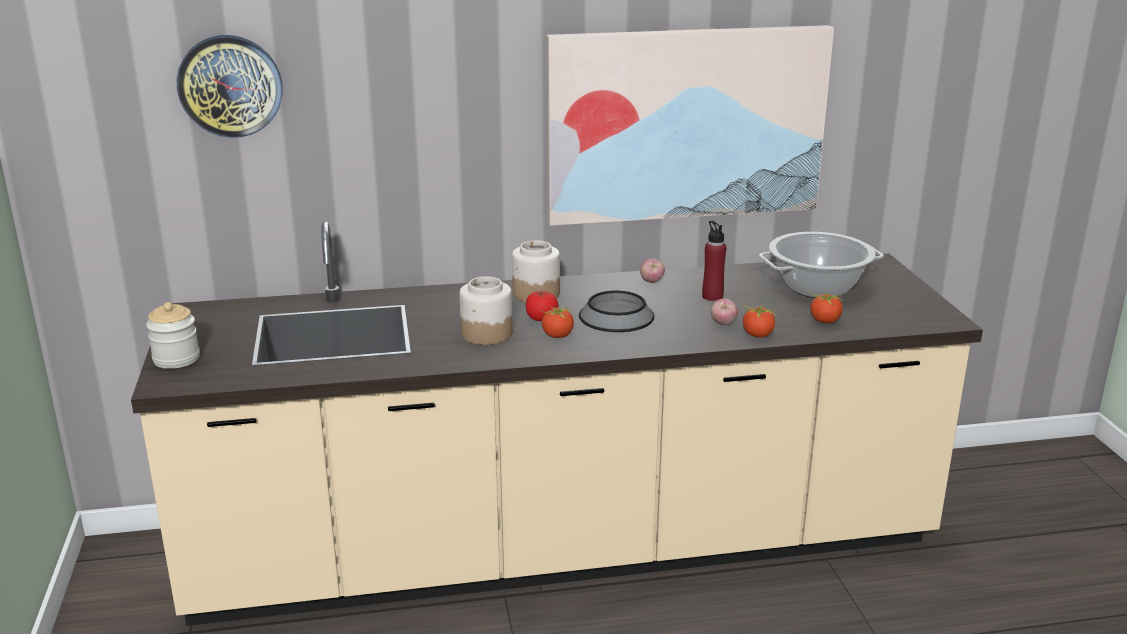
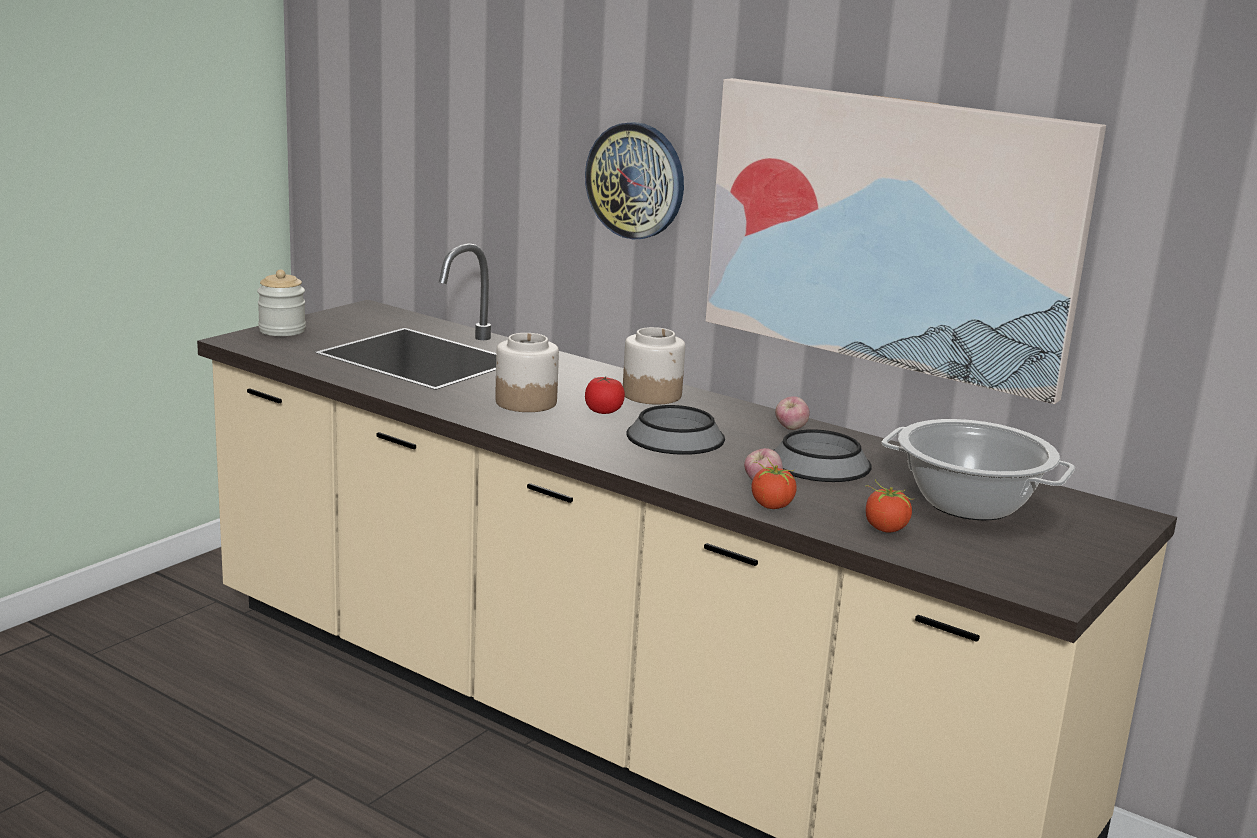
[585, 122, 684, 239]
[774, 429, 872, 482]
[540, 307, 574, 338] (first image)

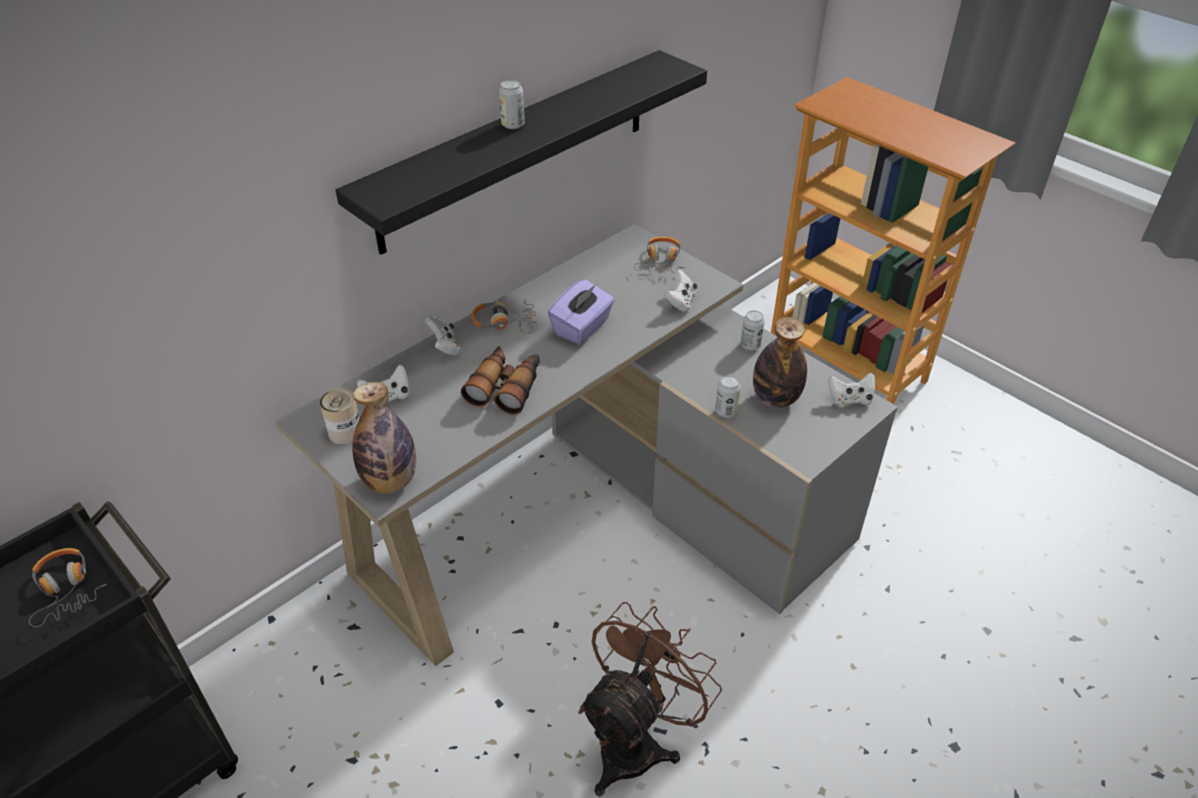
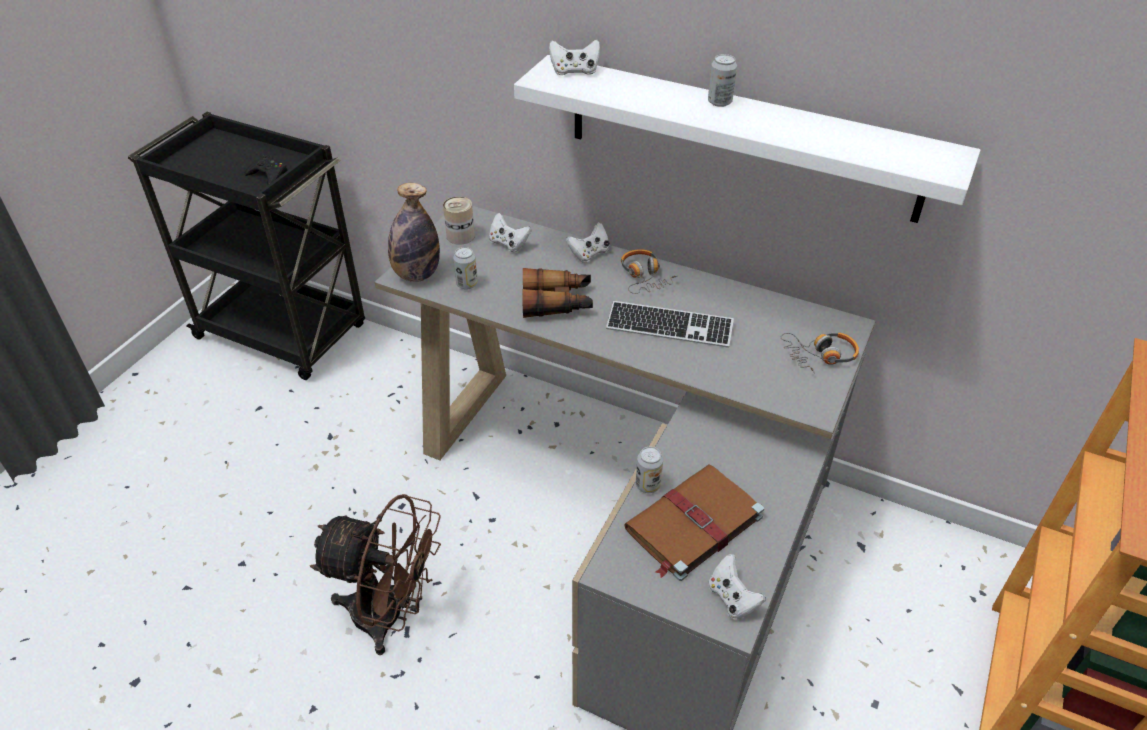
[514, 55, 981, 223]
[549, 40, 600, 75]
[606, 301, 734, 348]
[453, 247, 478, 289]
[624, 464, 764, 581]
[244, 155, 288, 185]

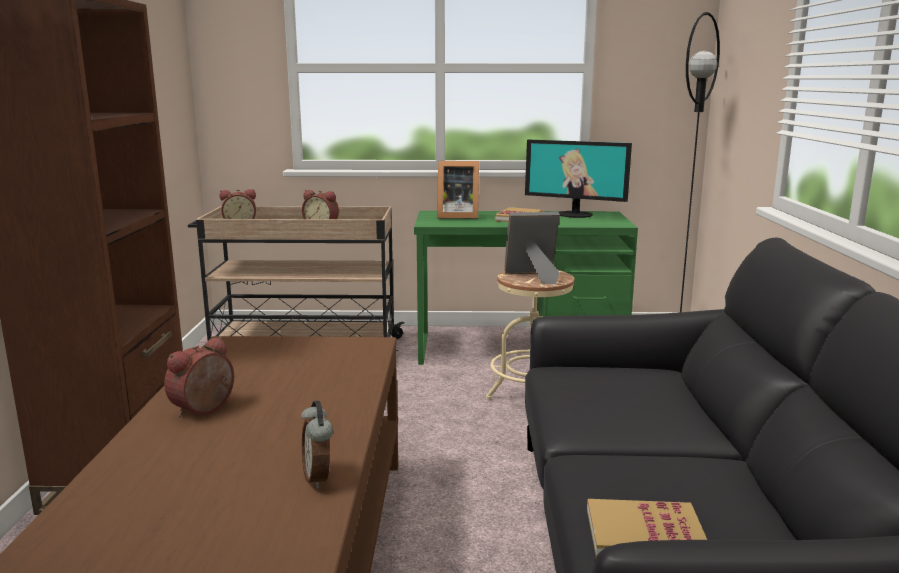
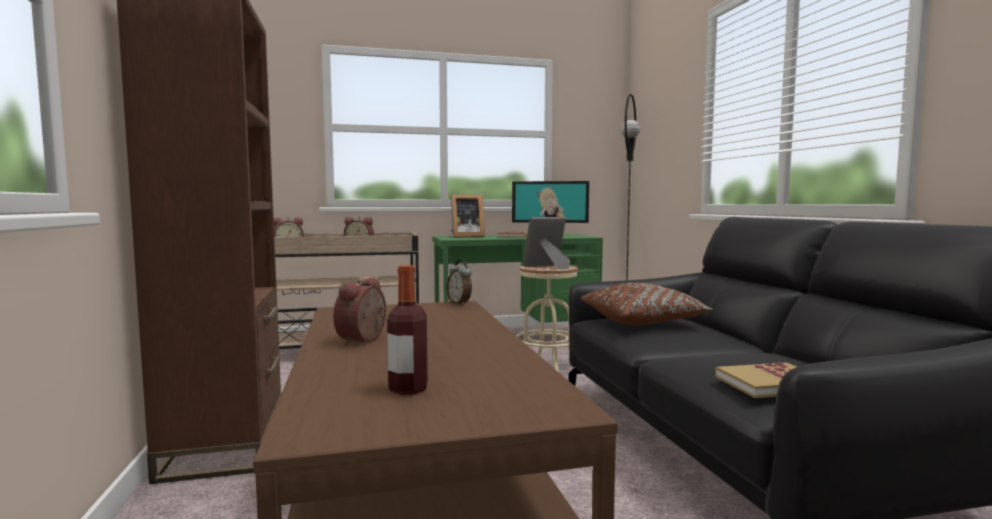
[447, 259, 472, 306]
[387, 265, 428, 395]
[581, 283, 713, 325]

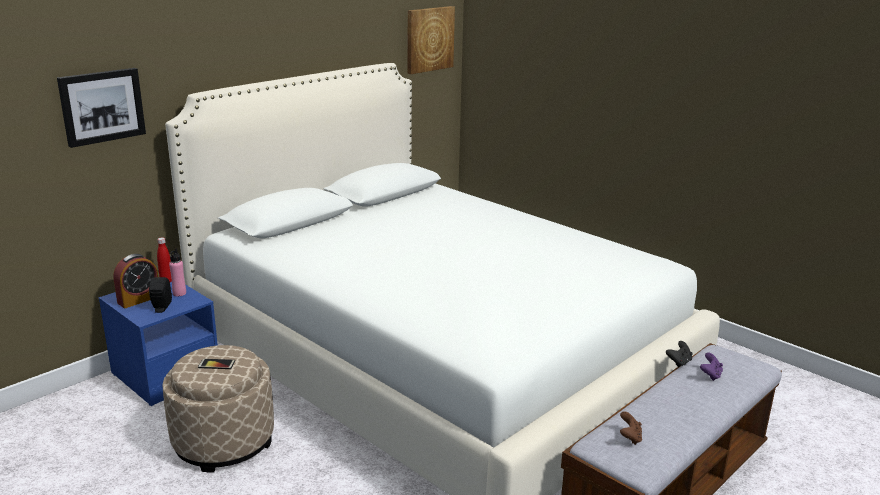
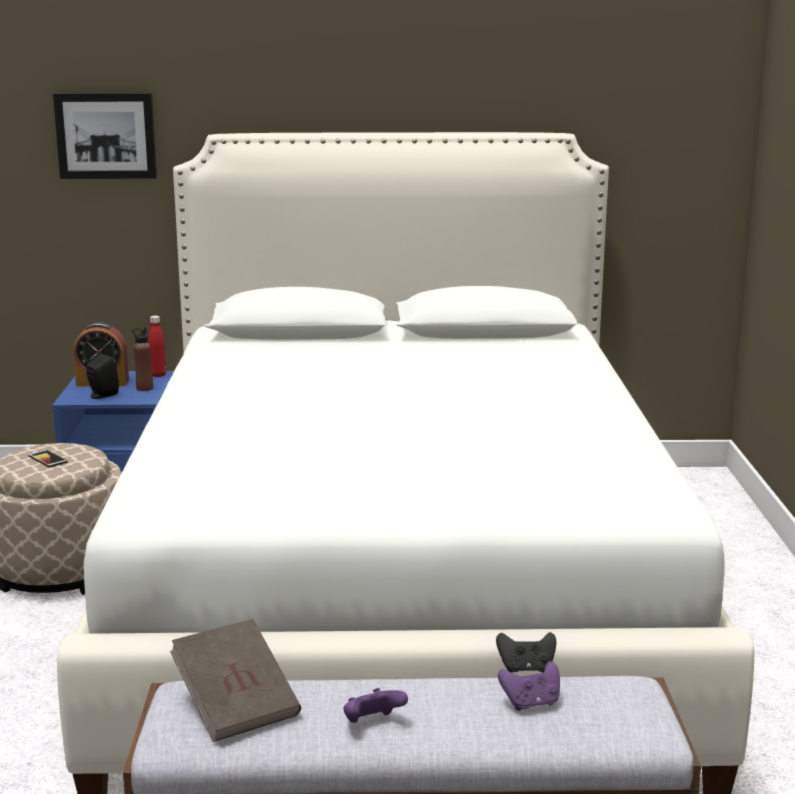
[407, 6, 455, 74] (first image)
[132, 327, 153, 391]
[170, 619, 301, 742]
[344, 688, 408, 723]

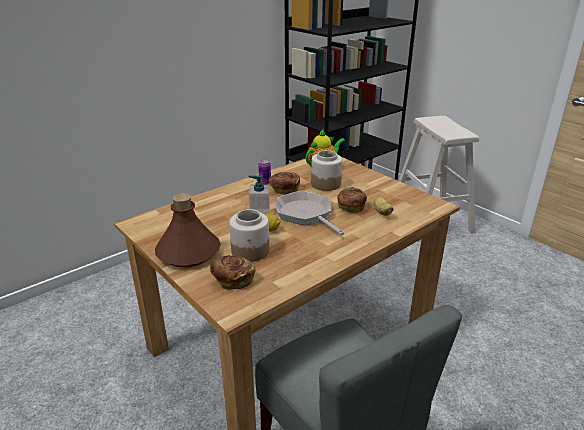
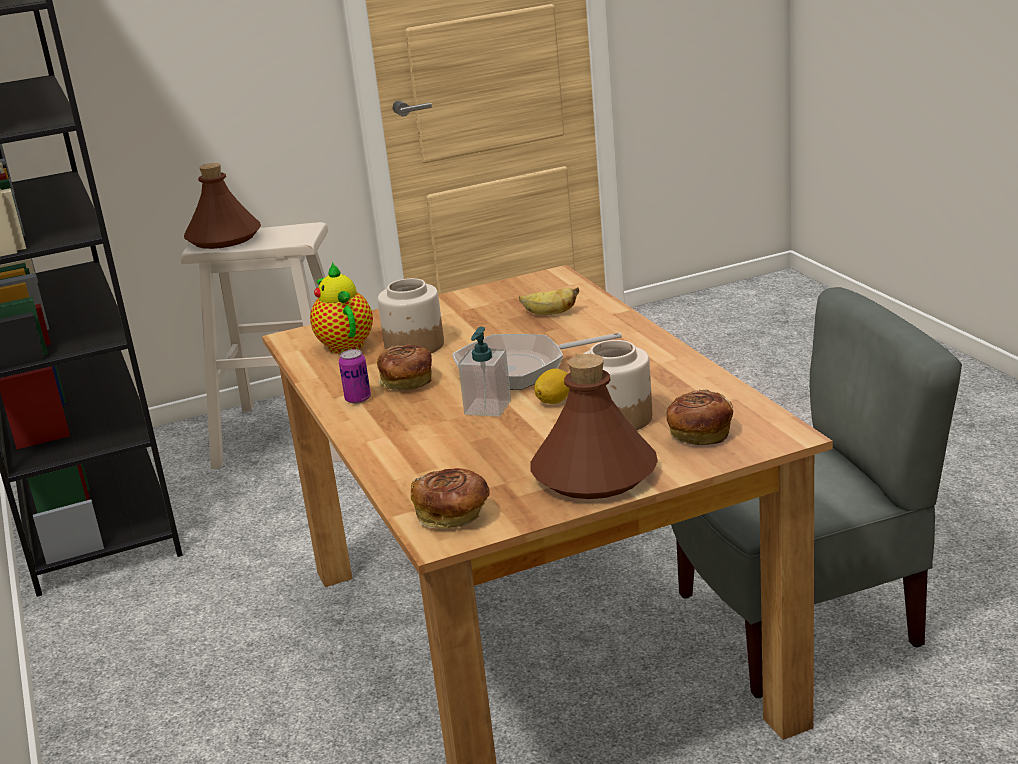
[411, 468, 490, 528]
[184, 163, 261, 249]

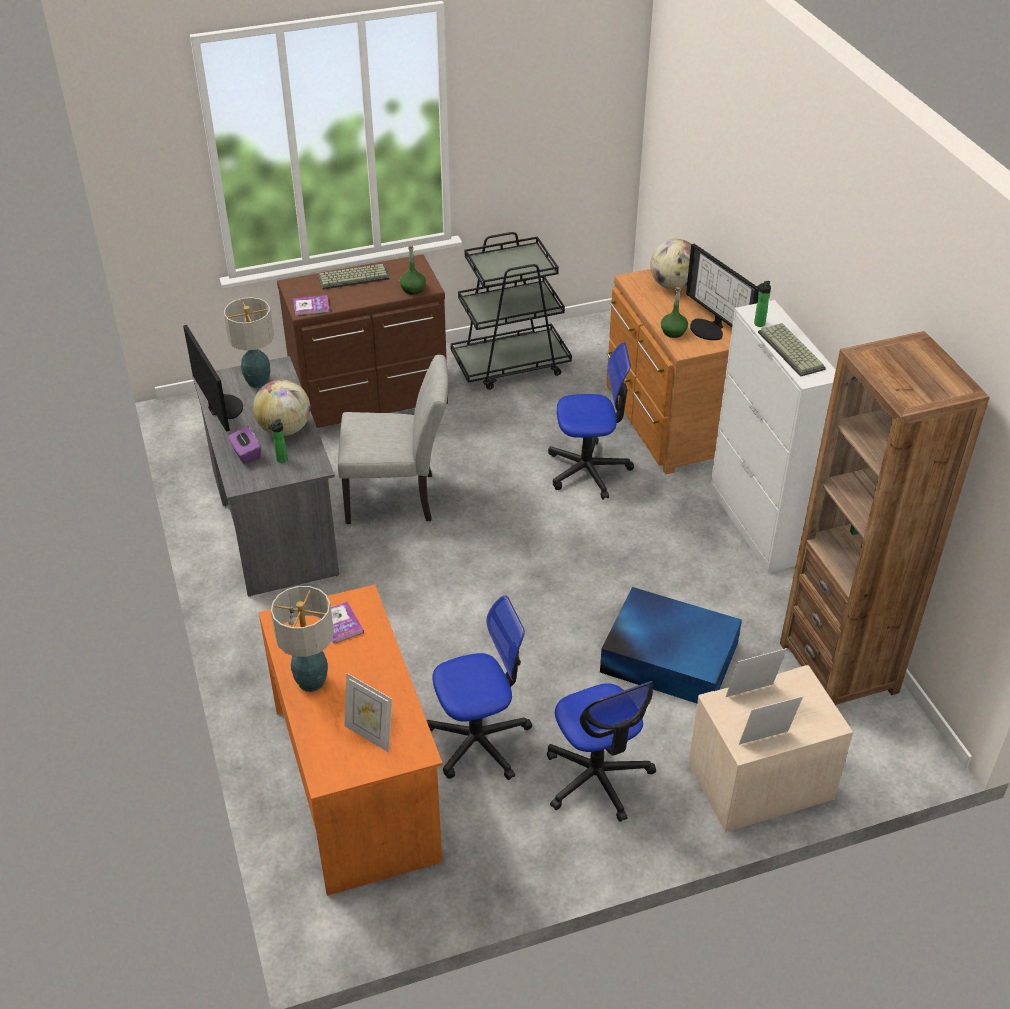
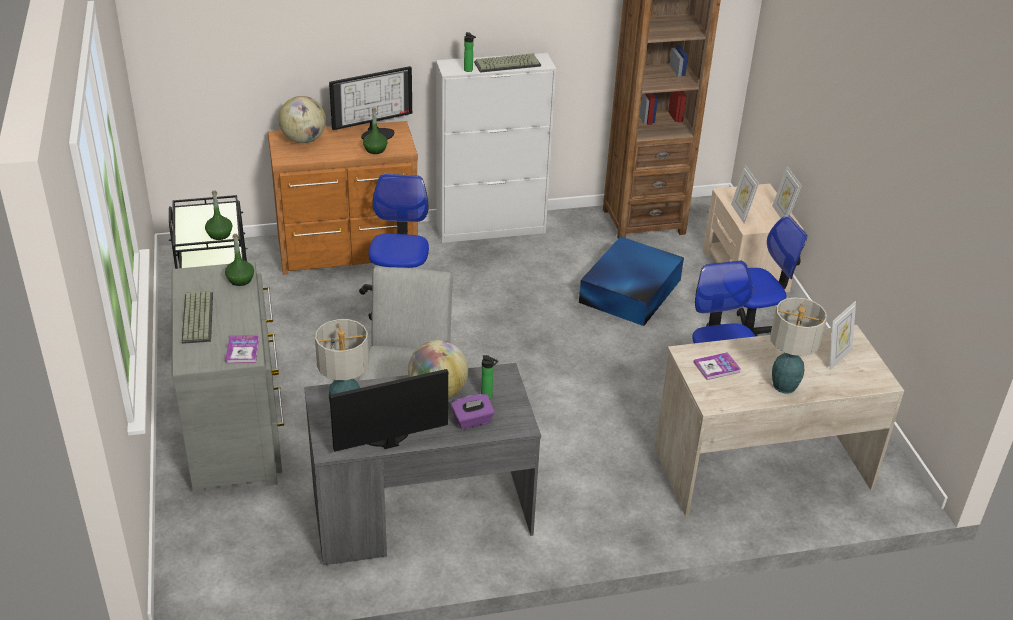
[172, 261, 284, 495]
[655, 325, 904, 517]
[205, 190, 232, 240]

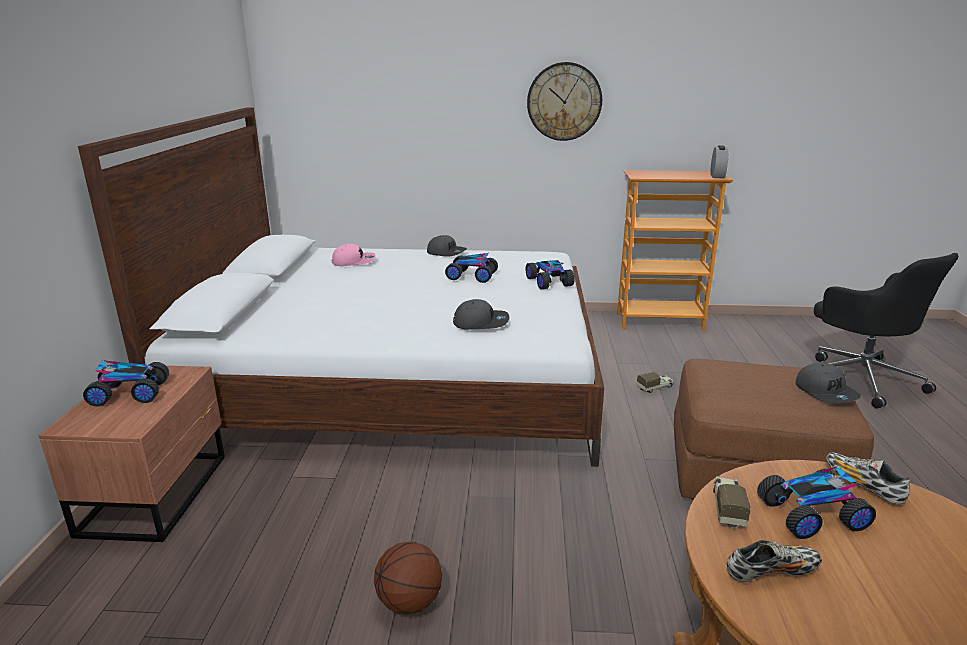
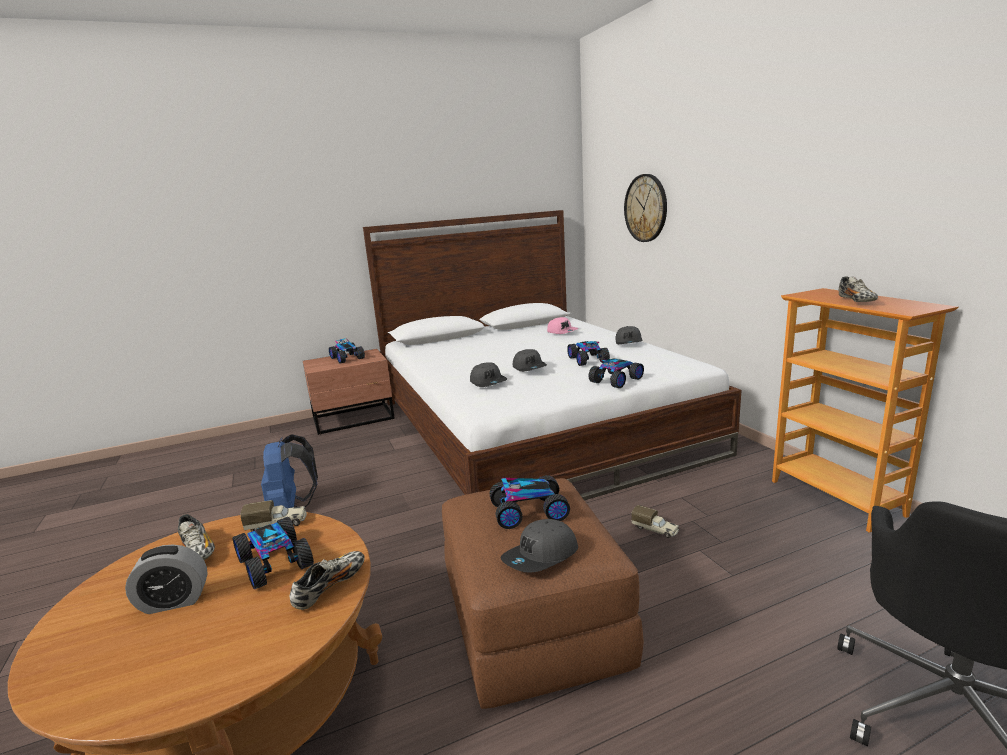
[624, 174, 667, 242]
[125, 544, 208, 614]
[261, 434, 318, 508]
[839, 276, 878, 302]
[513, 349, 547, 372]
[489, 475, 570, 529]

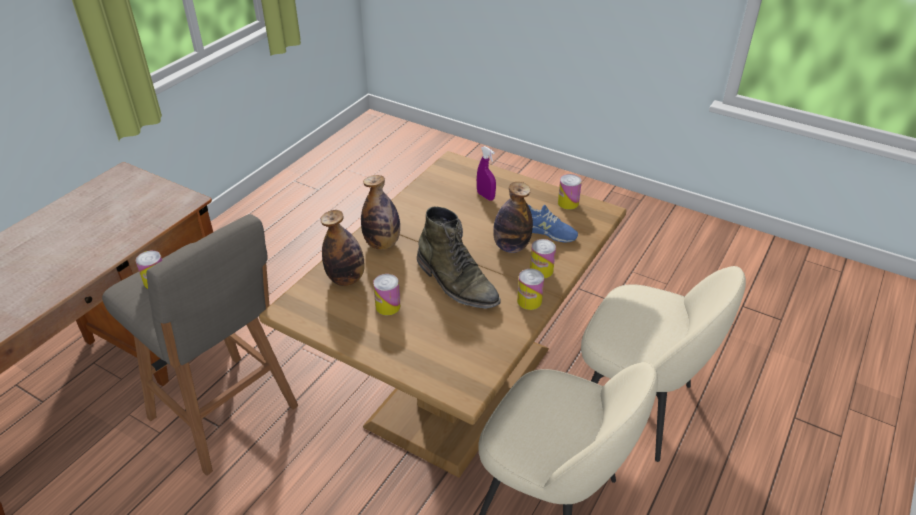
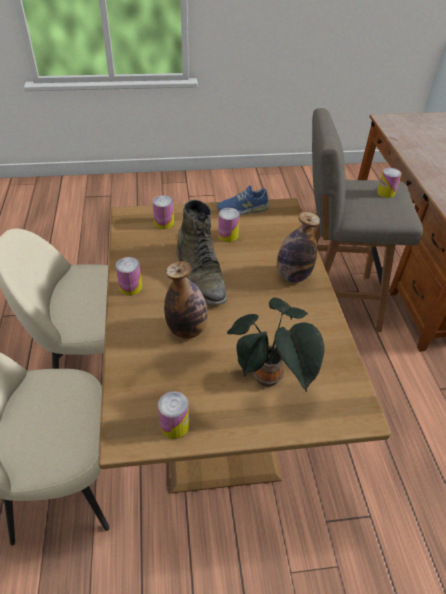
[227, 298, 324, 392]
[217, 185, 270, 215]
[177, 200, 227, 305]
[321, 210, 365, 286] (first image)
[153, 195, 174, 229]

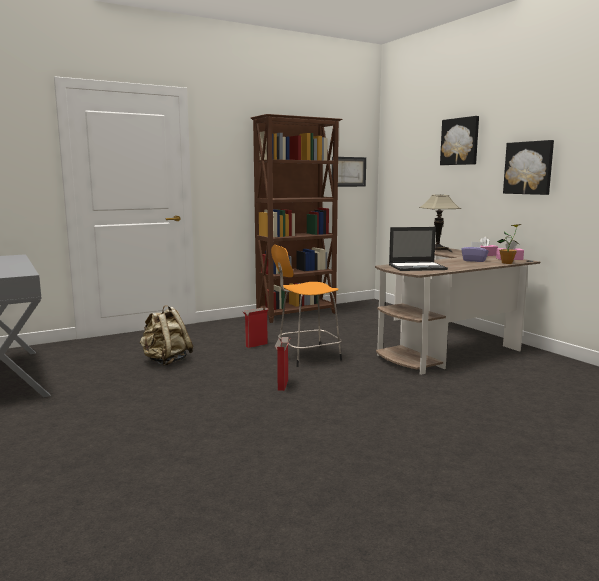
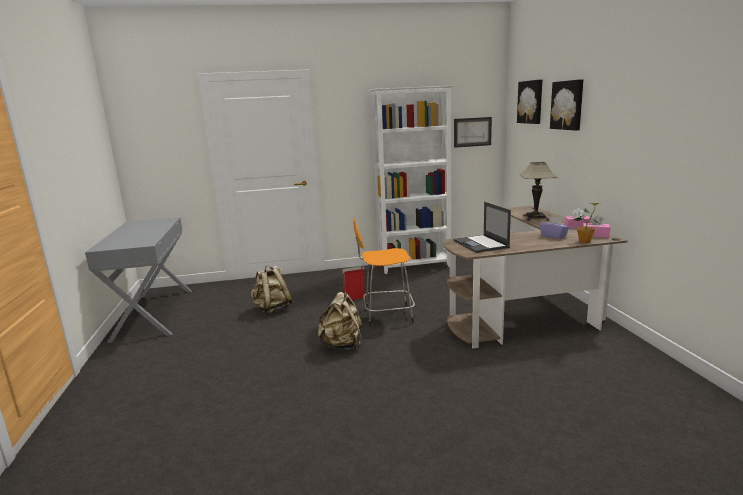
[369, 85, 455, 274]
[517, 79, 542, 124]
[454, 202, 511, 253]
[318, 292, 362, 350]

